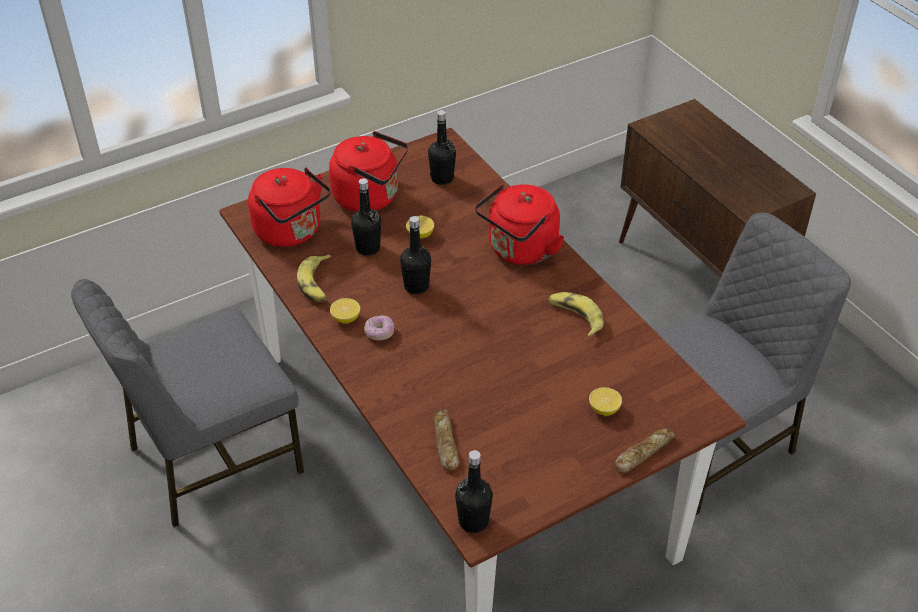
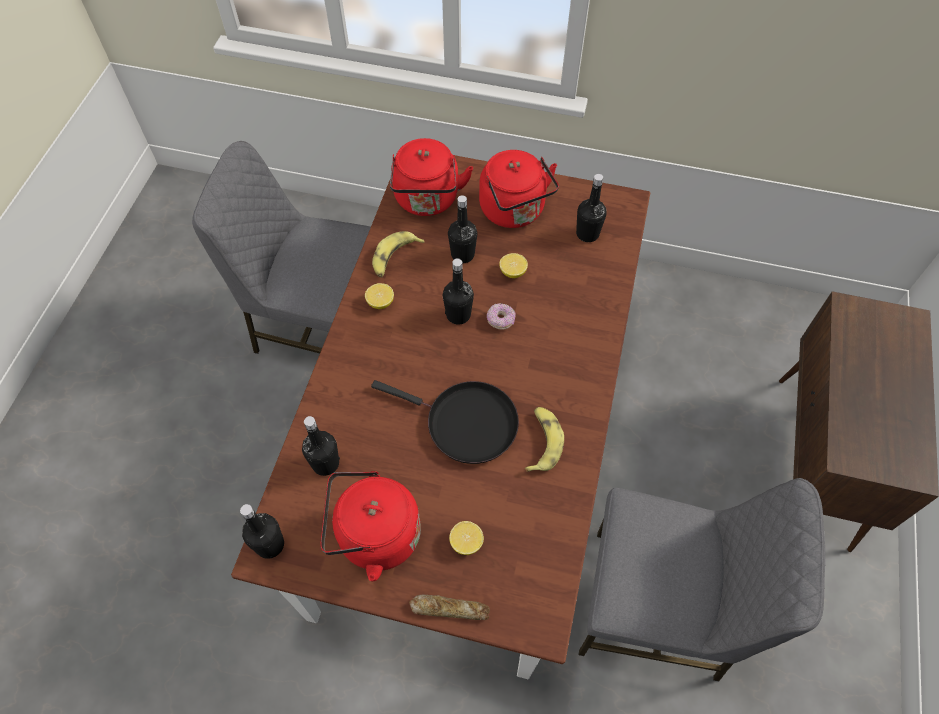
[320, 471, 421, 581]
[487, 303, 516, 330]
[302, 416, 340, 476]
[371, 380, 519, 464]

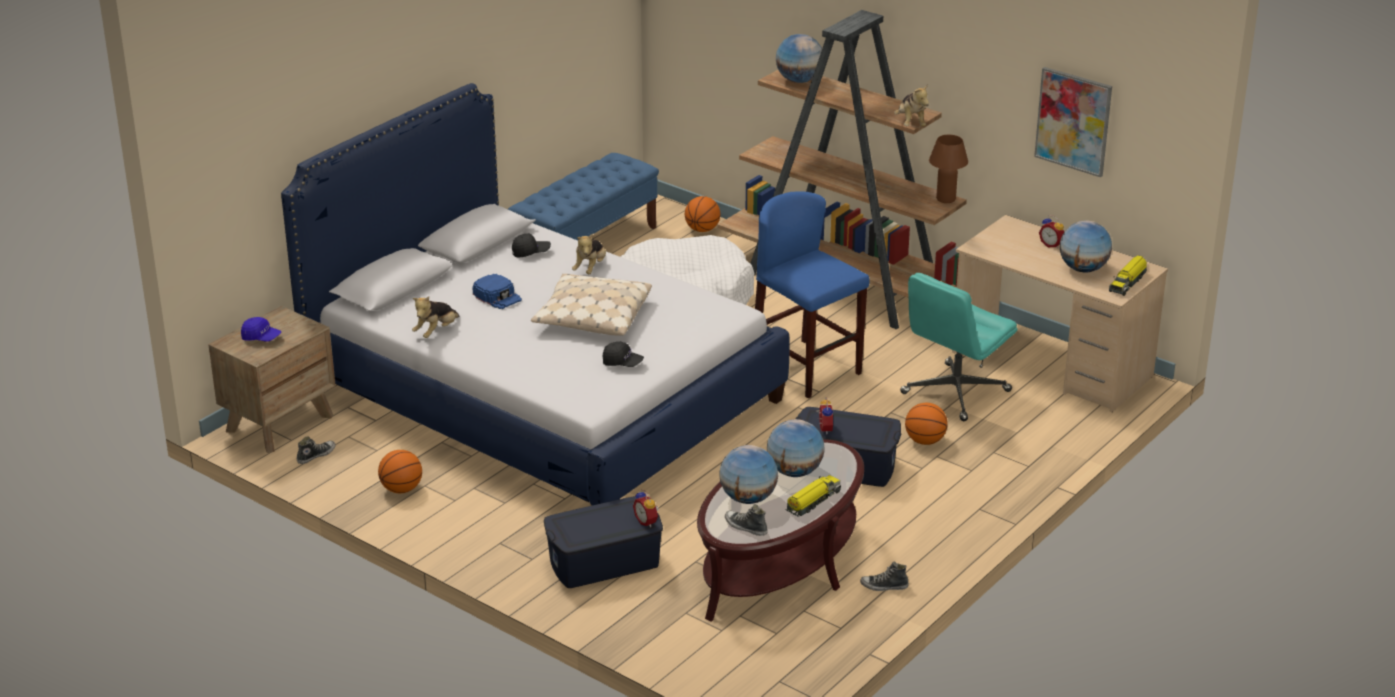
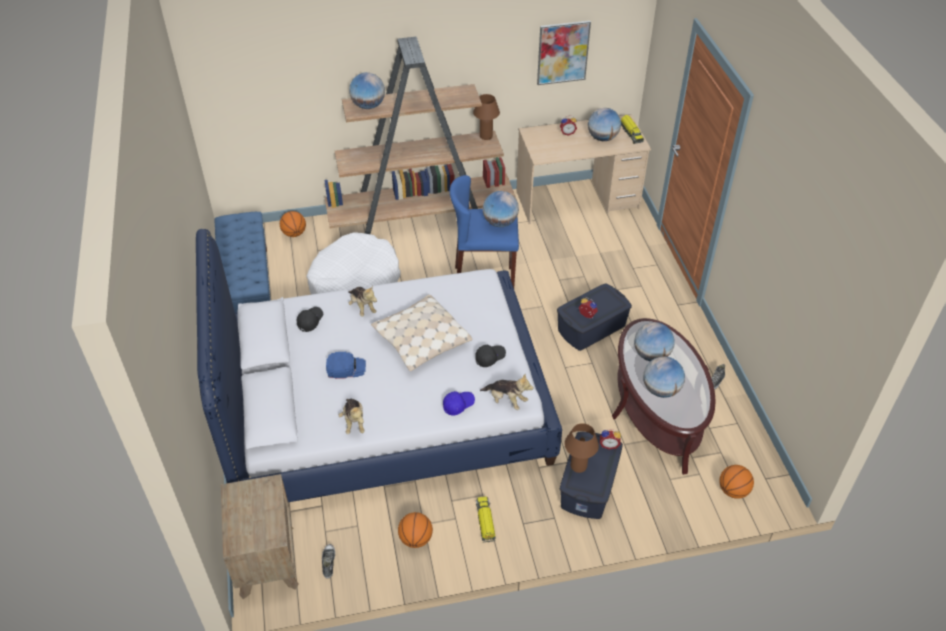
[480, 374, 534, 410]
[900, 273, 1018, 421] (first image)
[443, 391, 475, 415]
[719, 465, 754, 499]
[476, 496, 495, 542]
[725, 504, 768, 536] (first image)
[483, 191, 519, 227]
[565, 423, 599, 473]

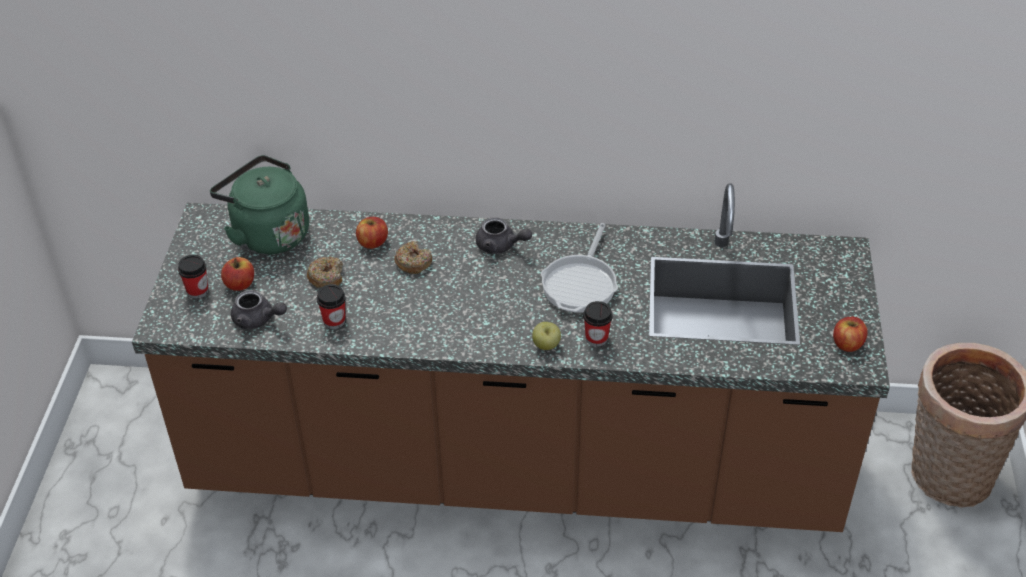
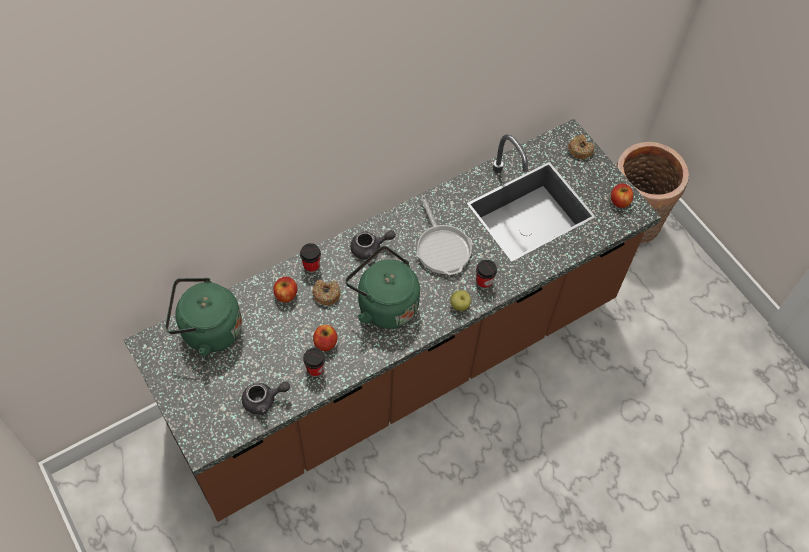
[300, 243, 321, 273]
[313, 325, 338, 351]
[568, 135, 595, 159]
[346, 246, 420, 329]

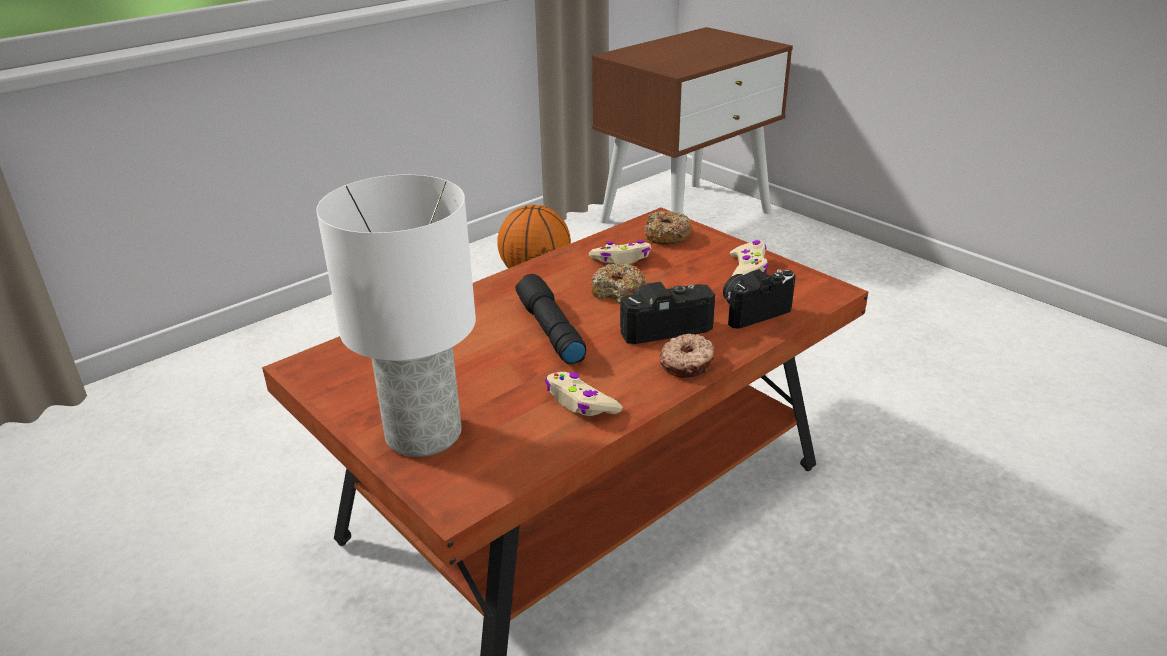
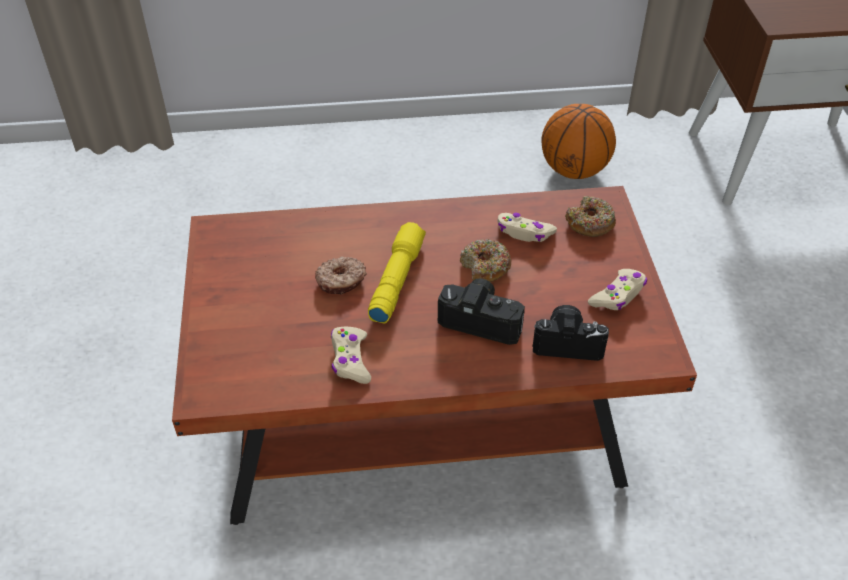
[316, 175, 476, 457] (first image)
[368, 222, 426, 324]
[315, 256, 367, 294]

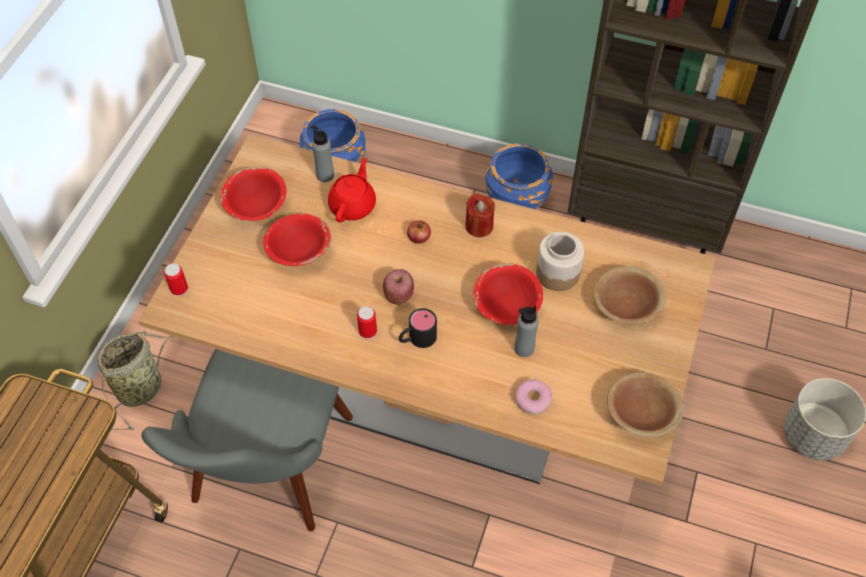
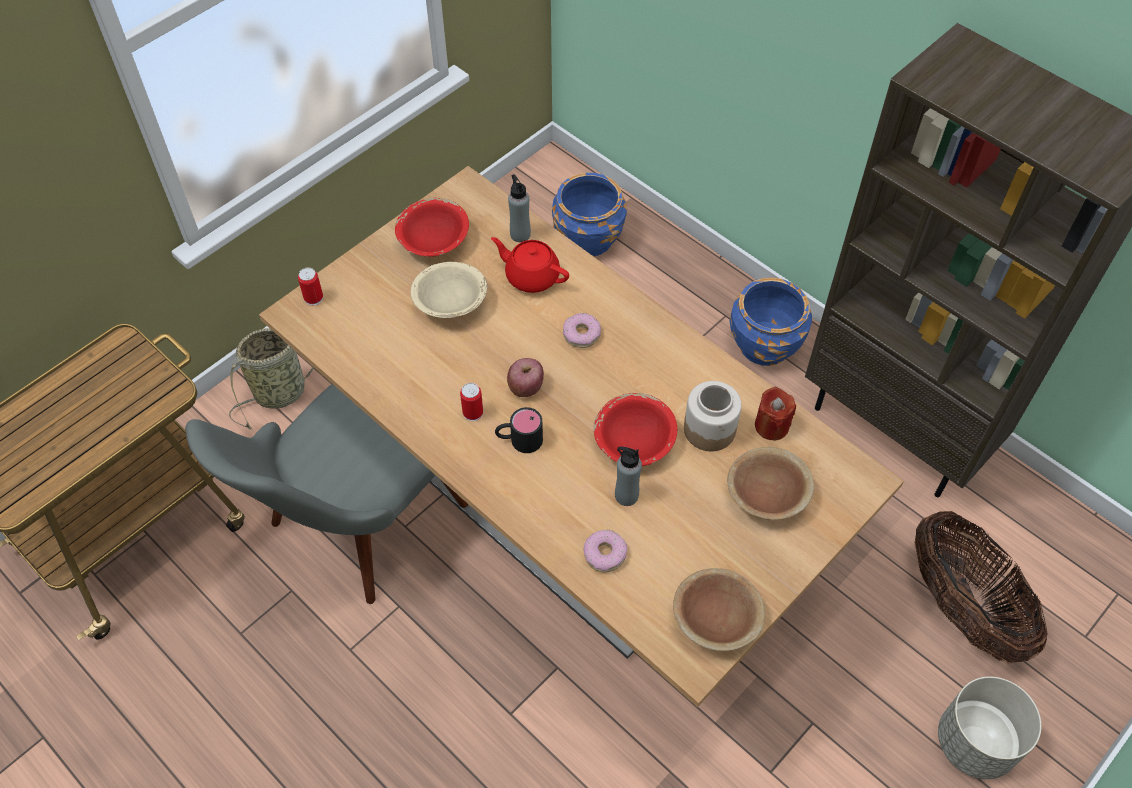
[491, 237, 569, 293]
[755, 387, 796, 440]
[411, 262, 488, 318]
[563, 313, 601, 348]
[914, 511, 1048, 664]

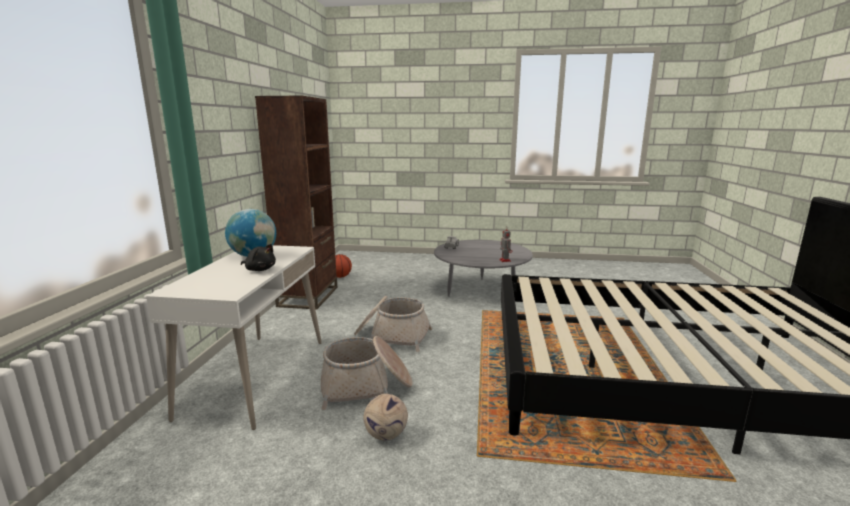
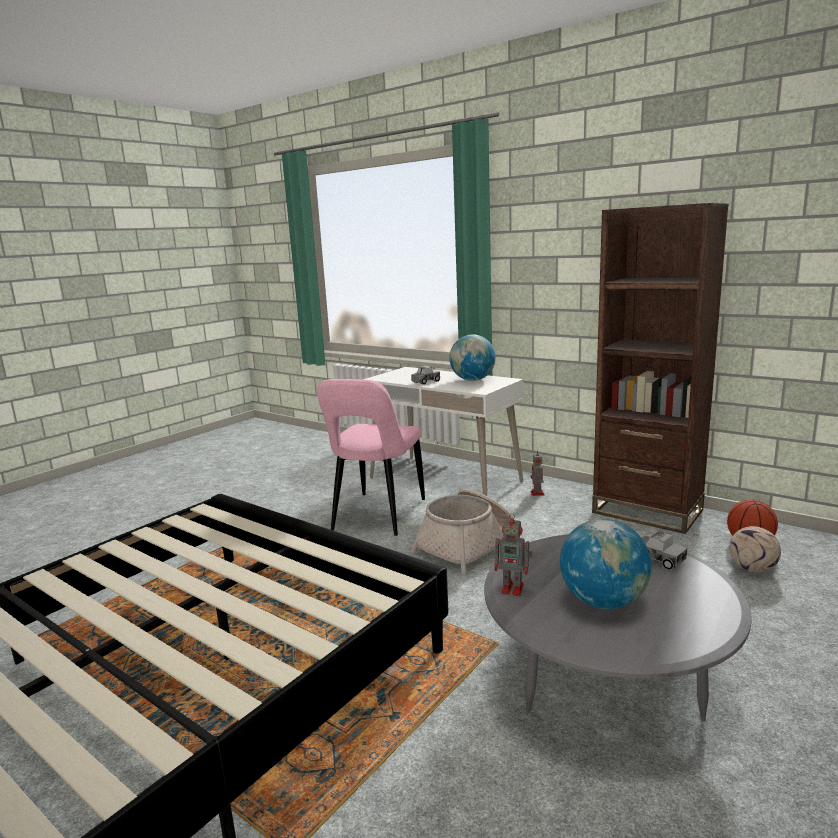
[411, 366, 440, 385]
[317, 379, 425, 536]
[729, 526, 781, 573]
[530, 450, 545, 496]
[560, 519, 651, 609]

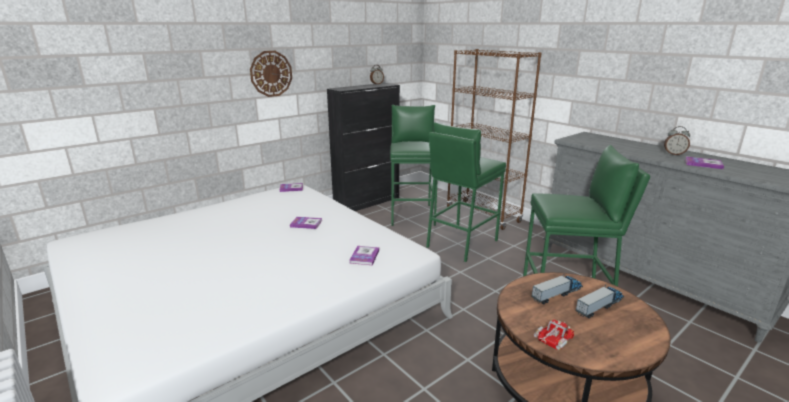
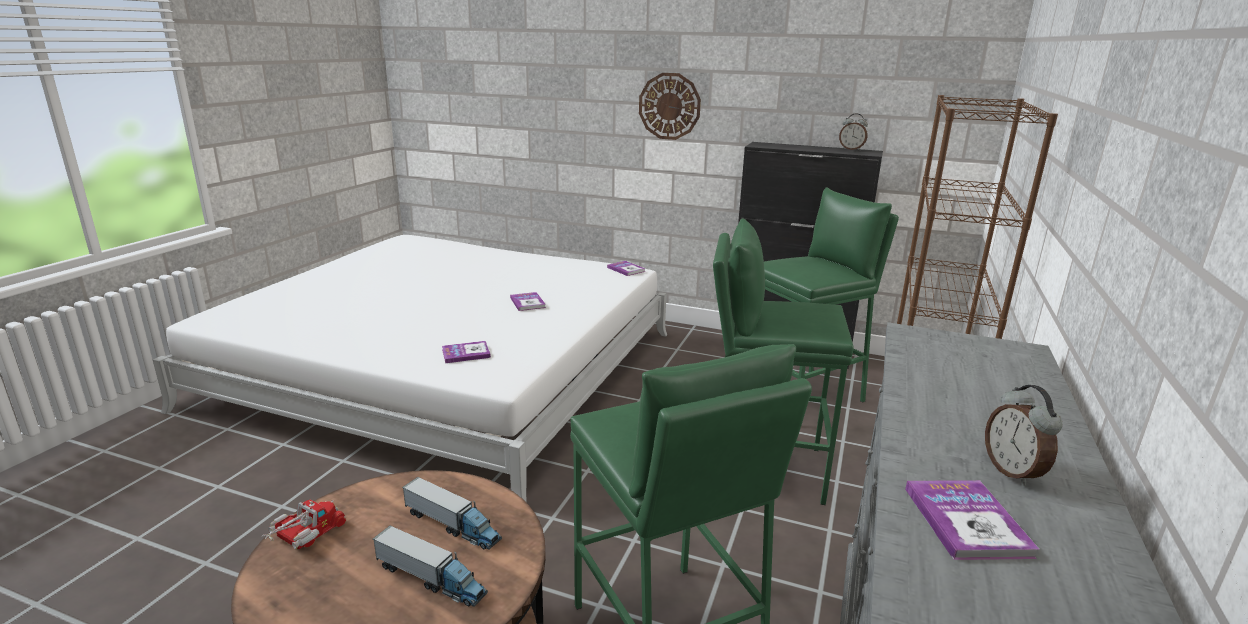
[261, 500, 346, 549]

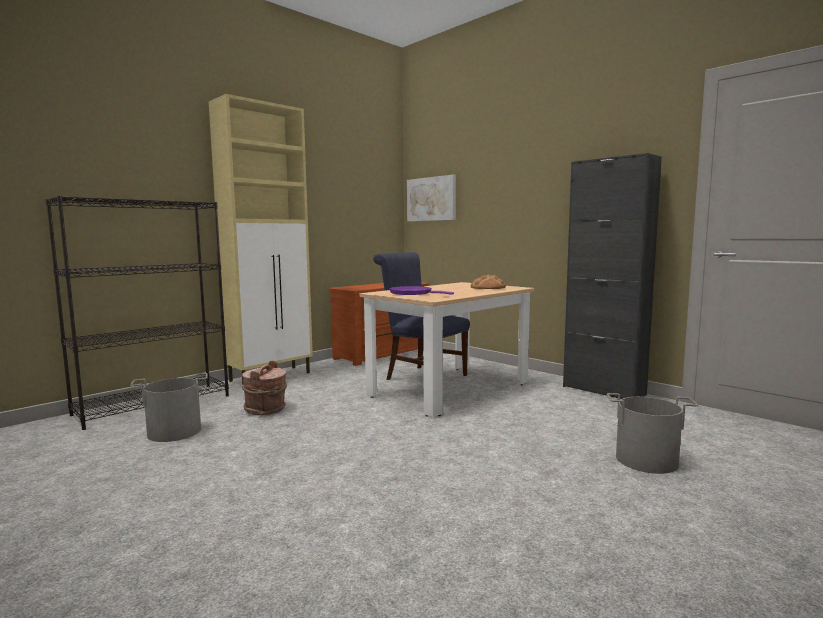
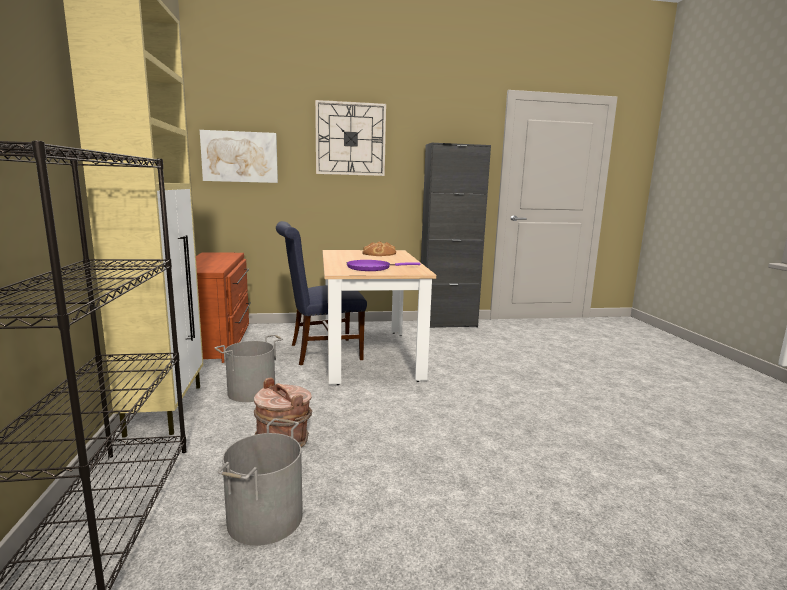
[215, 335, 283, 402]
[315, 100, 386, 176]

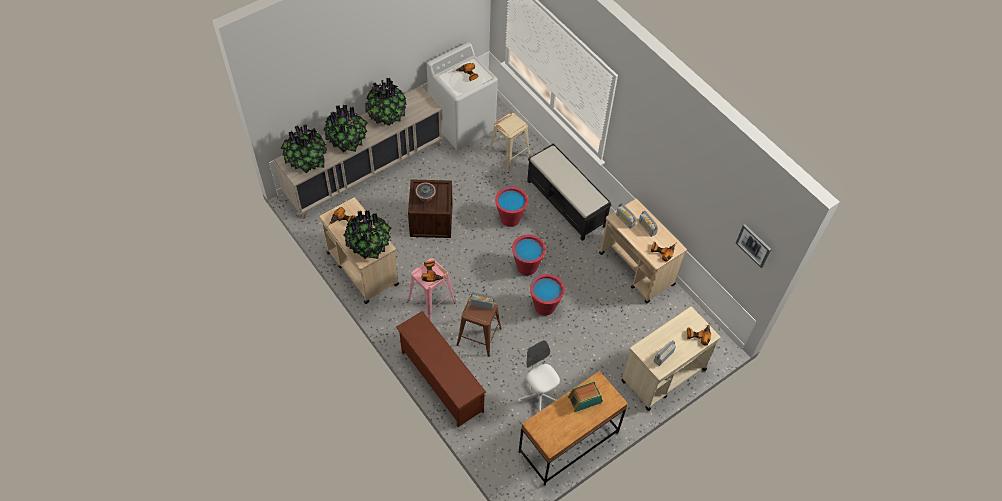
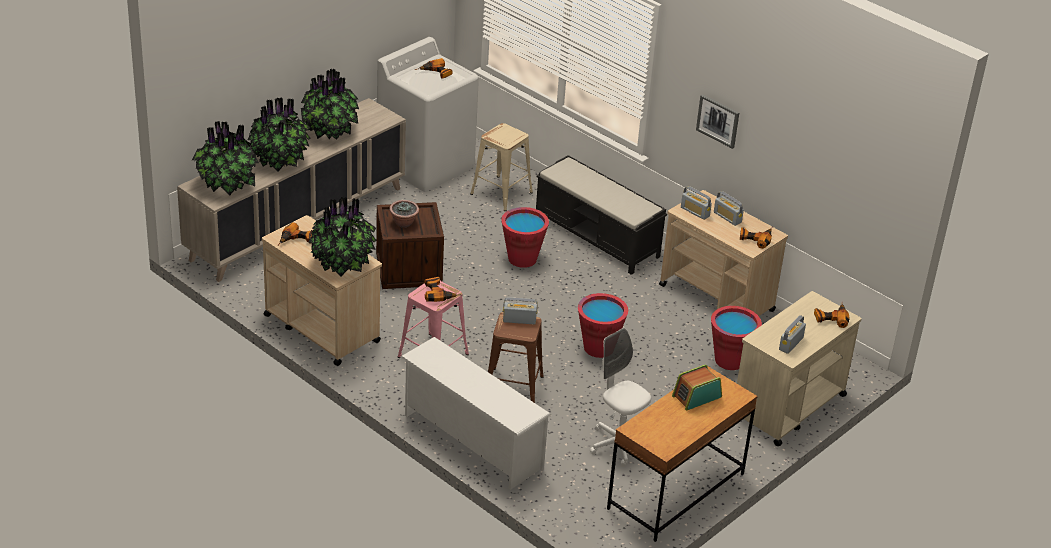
[696, 94, 739, 149]
[711, 306, 762, 370]
[401, 337, 551, 490]

